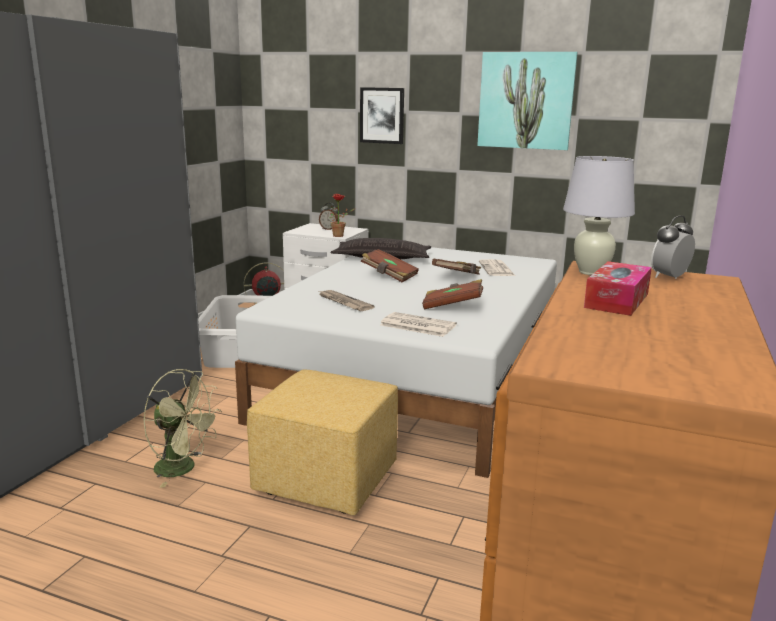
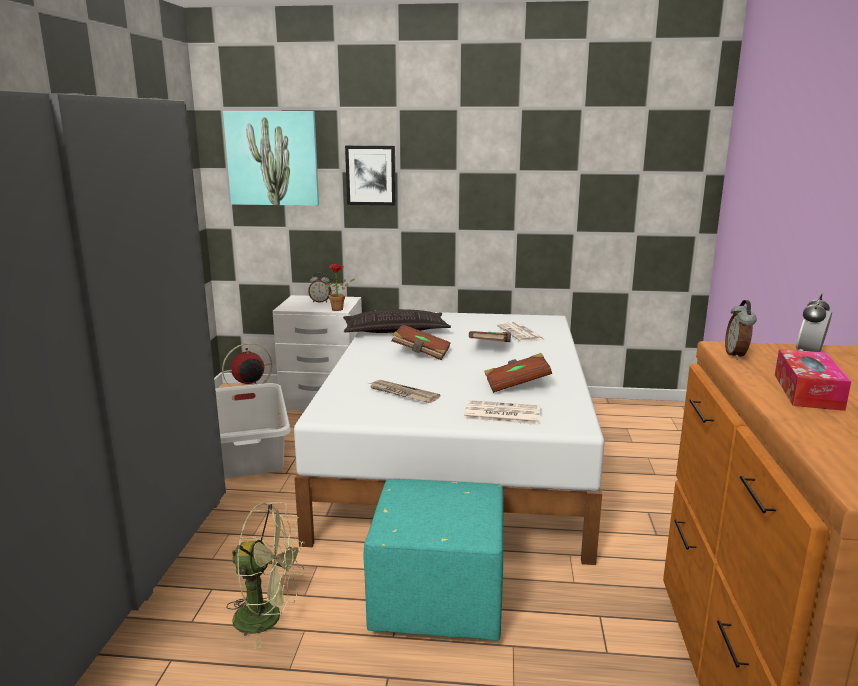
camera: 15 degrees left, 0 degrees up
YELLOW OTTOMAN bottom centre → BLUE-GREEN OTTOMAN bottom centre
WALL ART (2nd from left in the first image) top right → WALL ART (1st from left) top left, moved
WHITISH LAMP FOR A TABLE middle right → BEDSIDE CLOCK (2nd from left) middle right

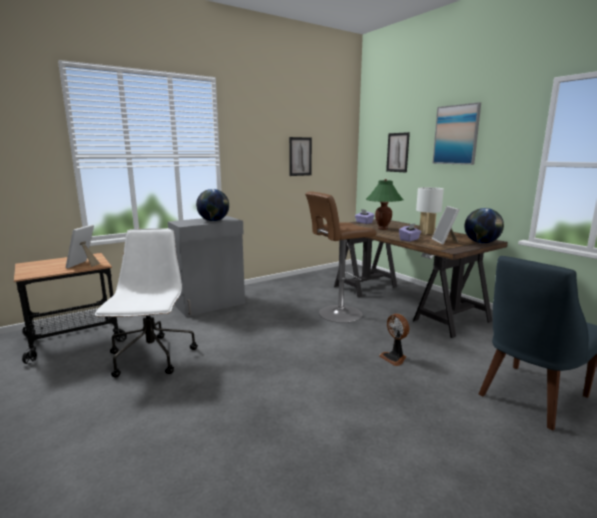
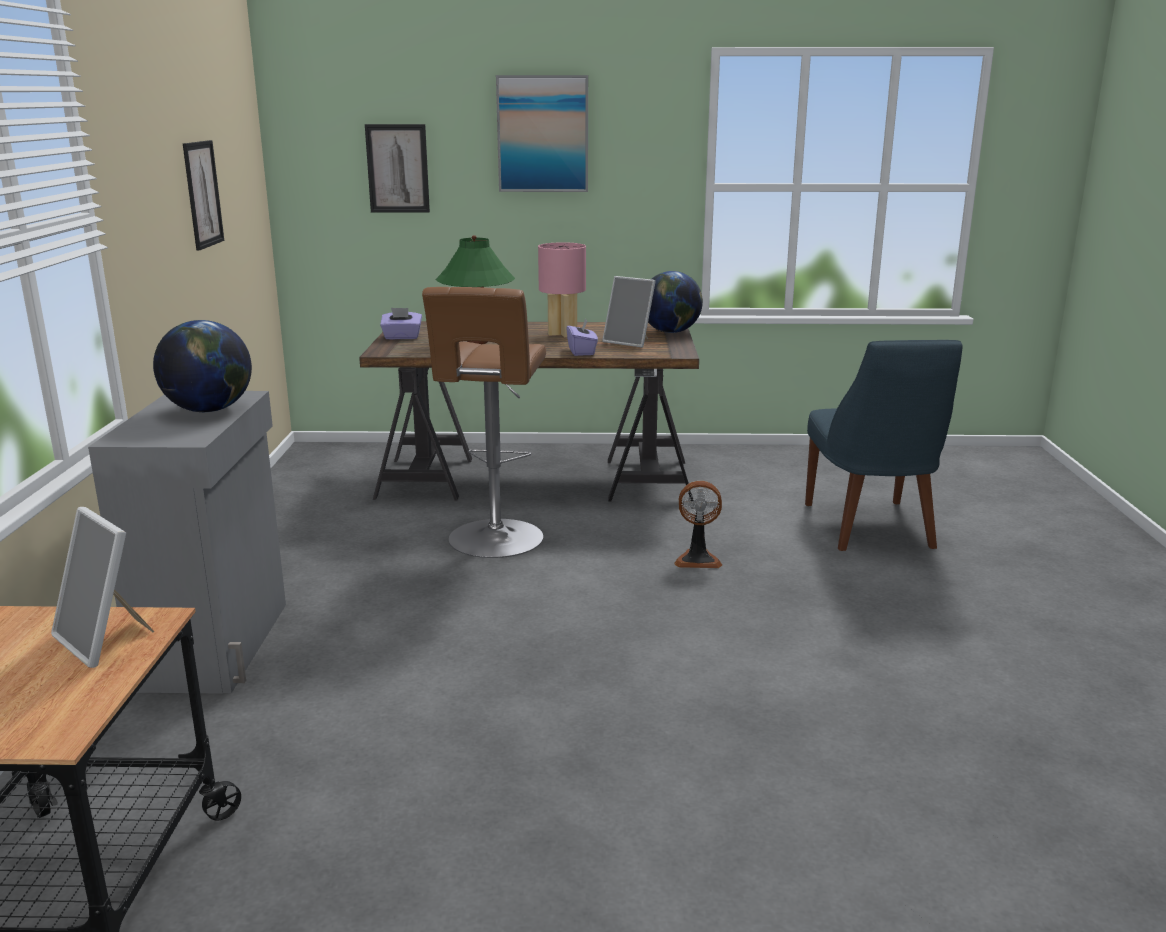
camera: 55 degrees left, 5 degrees up
WHITISH COMPUTER CHAIR middle left → -
WHITISH LAMP FOR A TABLE middle right → PINK LAMP FOR A TABLE top centre

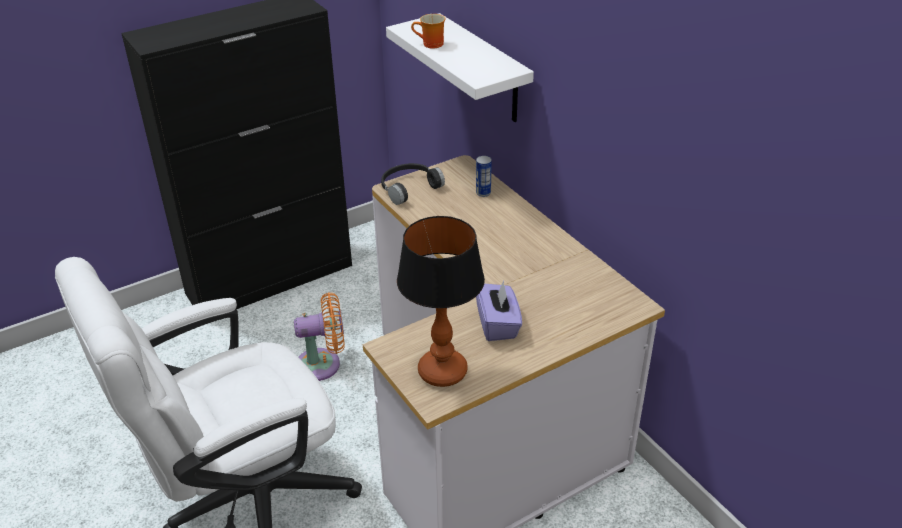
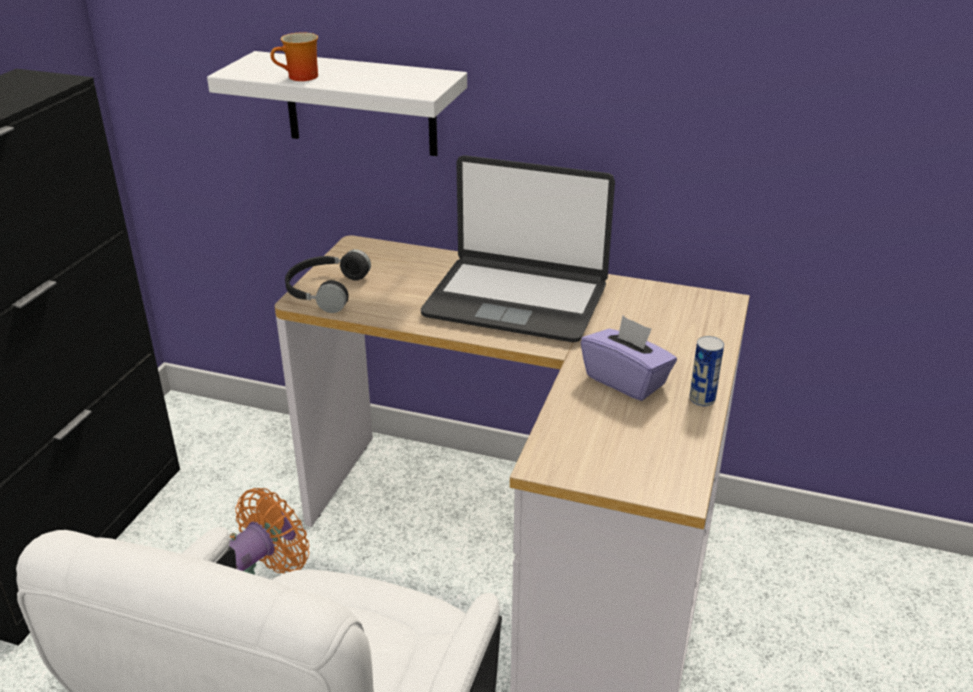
camera: 40 degrees left, 5 degrees down
LAMP FOR A TABLE centre → -
CAN centre → CAN middle right, moved
- → NOTEBOOK COMPUTER centre

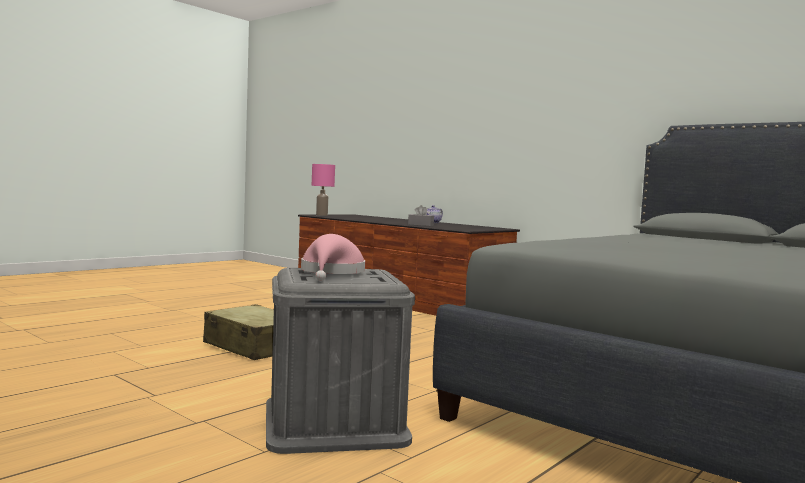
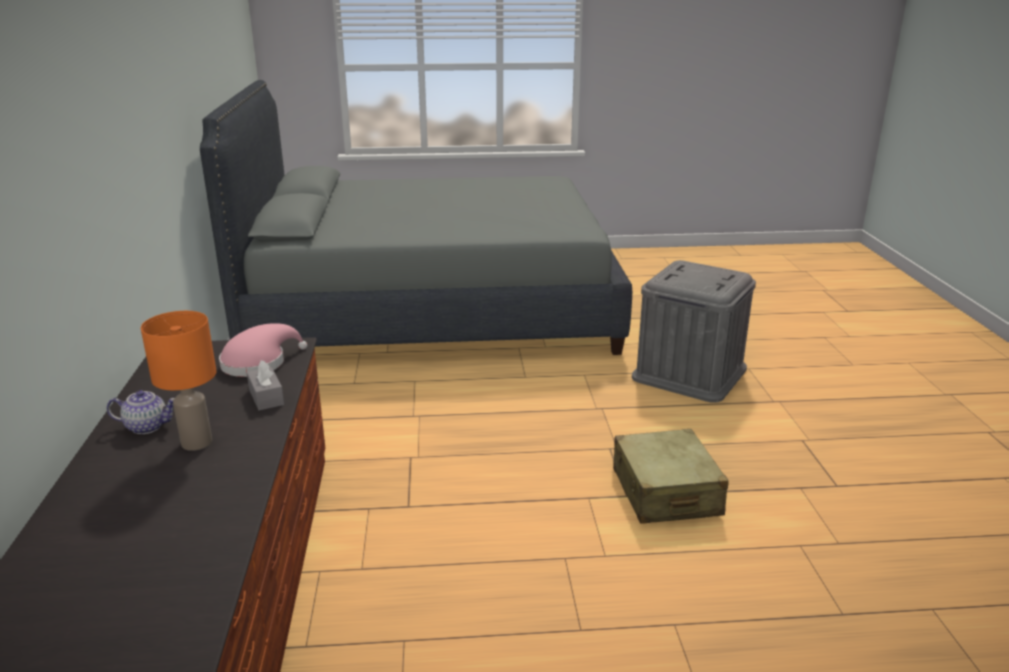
camera: 135 degrees left, 20 degrees up
PINK WEARABLE HAT centre → PINK WEARABLE HAT middle left, moved
PINK LAMP FOR A TABLE centre → -
- → ORANGE LAMP FOR A TABLE middle left

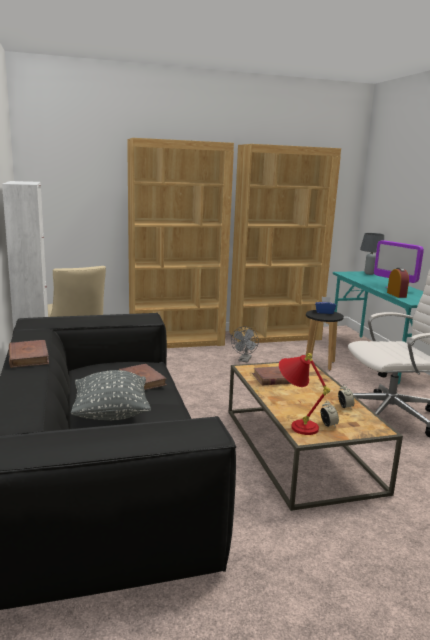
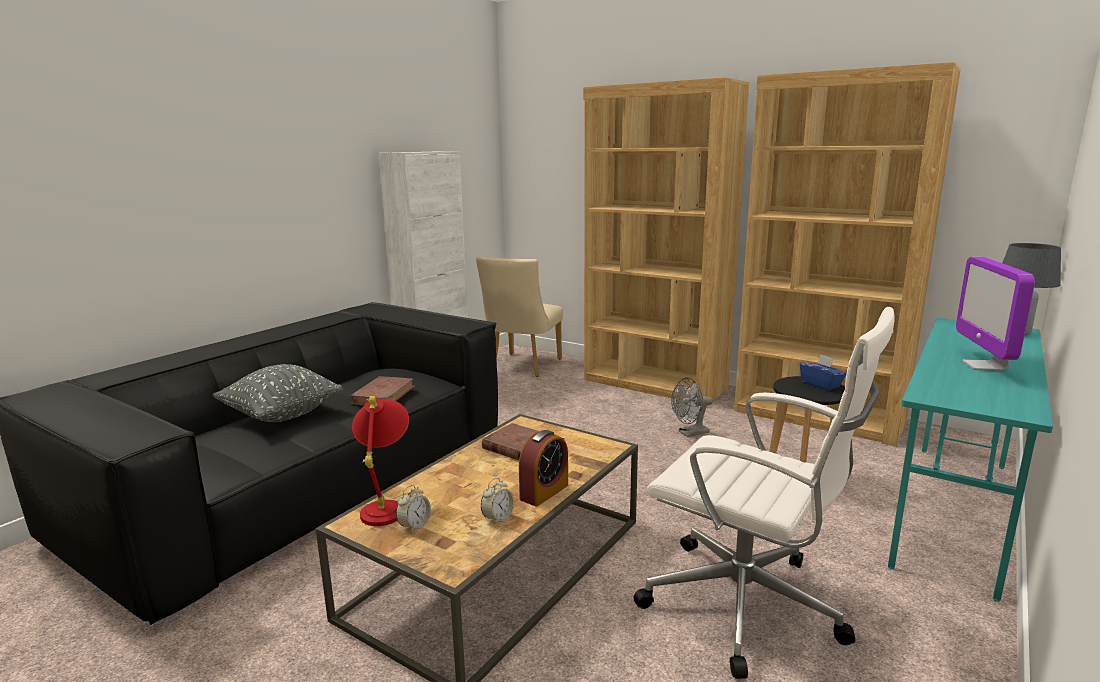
camera: 50 degrees right, 0 degrees up
BROWN-COLOURED BOUND BOOK (1st from left) middle left → -
BEDSIDE CLOCK (3rd from left) middle right → BEDSIDE CLOCK (3rd from left) bottom centre, moved

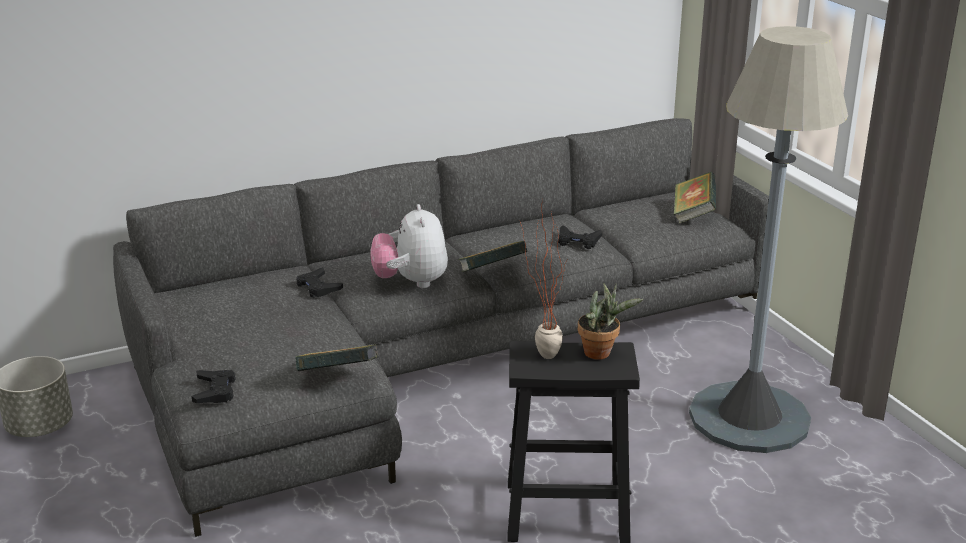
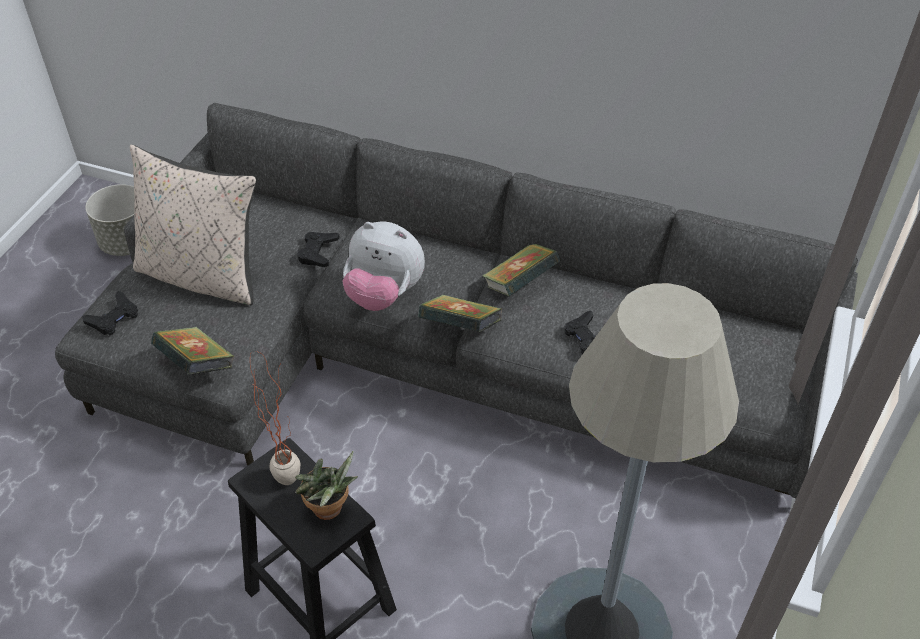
camera: 45 degrees right, 20 degrees up
CUDDLY TOY centre, 105 degrees counterclockwise
BOUND BOOK (3rd from left) middle right → BOUND BOOK (3rd from left) centre, moved
- → BEIGE-COLOURED THROW PILLOW middle left

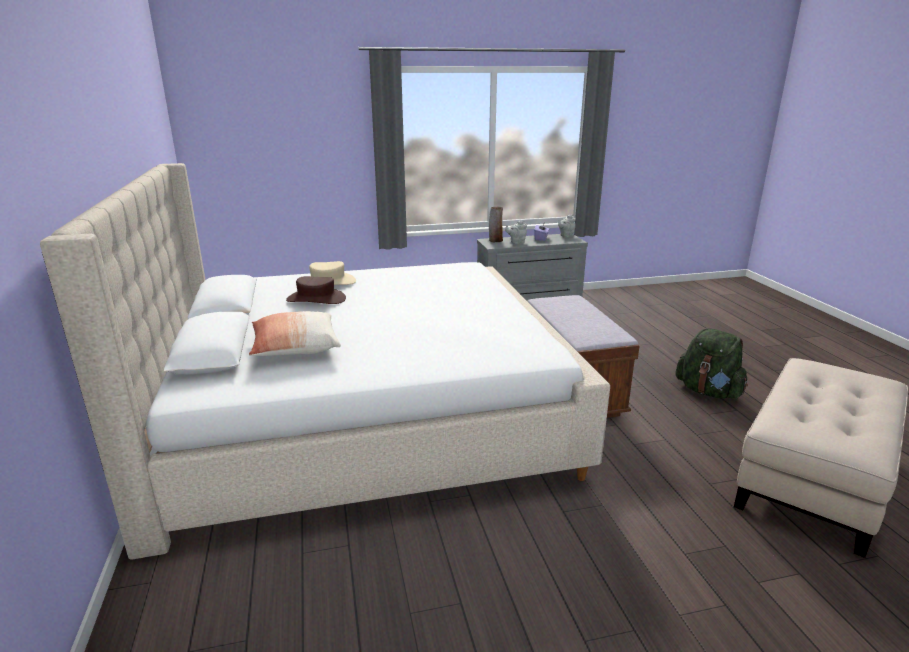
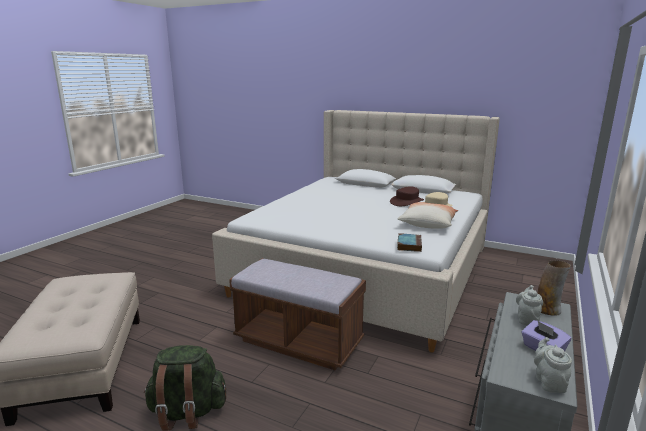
camera: 130 degrees right, 5 degrees down
THROW PILLOW middle left → THROW PILLOW centre, moved
- → BOUND BOOK centre

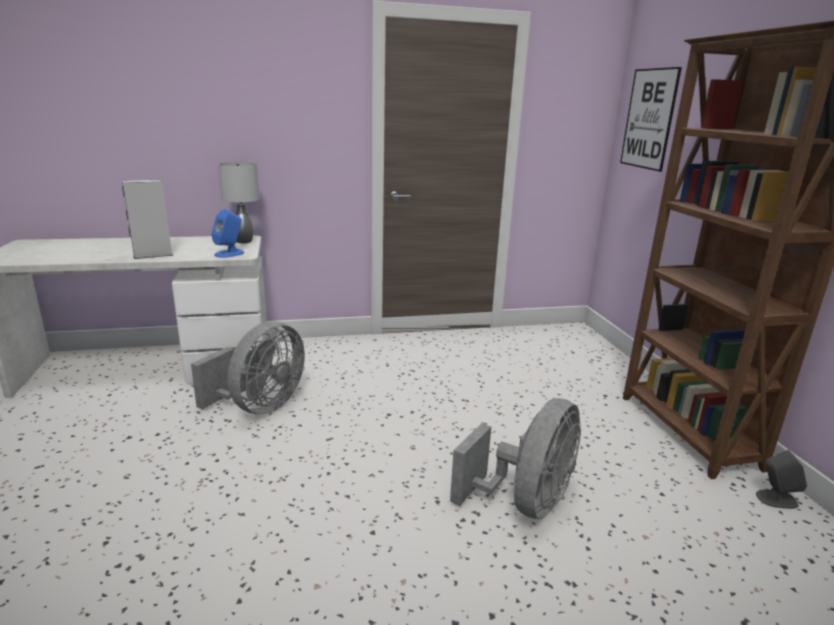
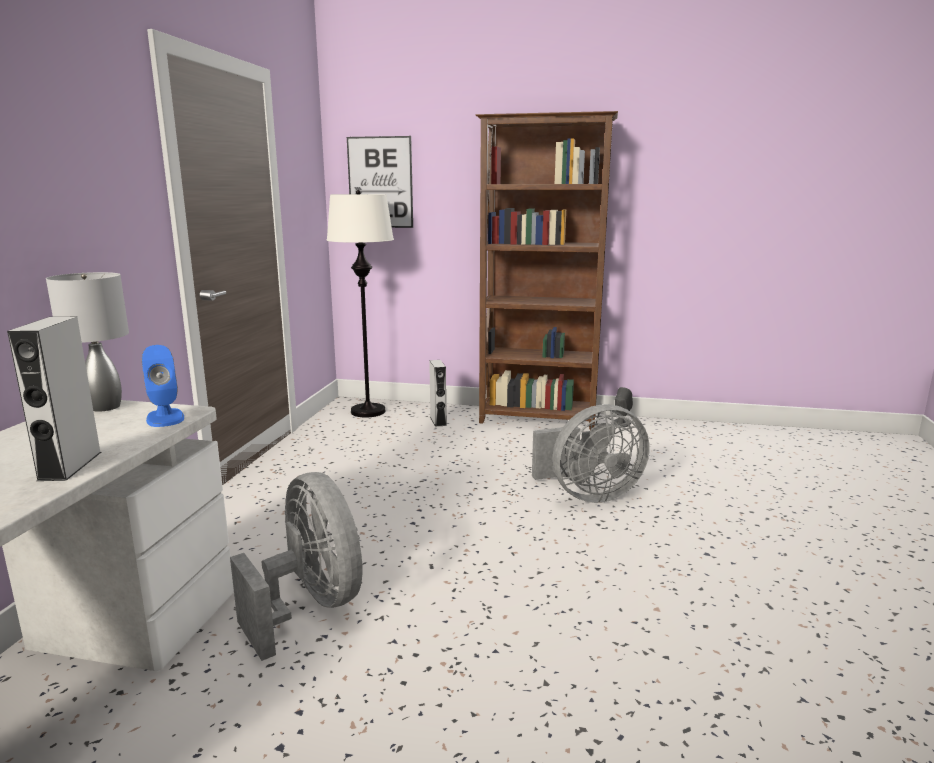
camera: 65 degrees left, 5 degrees down
GREYISH COOLING FAN (2nd from left) bottom centre → GREYISH COOLING FAN (2nd from left) centre, 105 degrees clockwise
- → WHITISH STANDING LAMP centre
- → GREYISH SPEAKER (2nd from left) centre

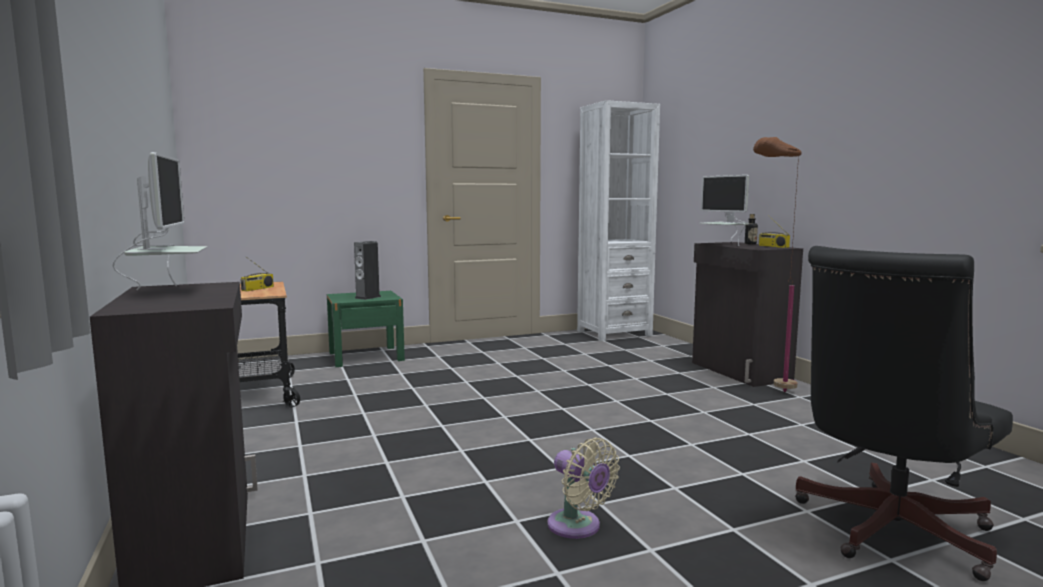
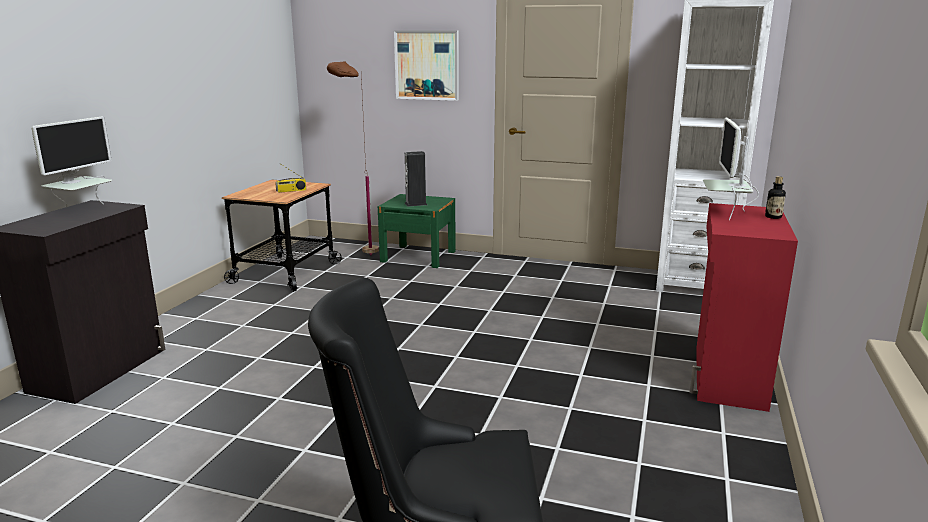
camera: 40 degrees right, 10 degrees up
BEIGE-COLOURED COOLING FAN bottom centre → -
BLACK-COLOURED CUPBOARD (2nd from left) middle right → RED-COLOURED CUPBOARD middle right
BROWN-COLOURED STANDING LAMP middle right → BROWN-COLOURED STANDING LAMP top centre, moved
RADIO RECEIVER (2nd from left) middle right → -
- → WALL ART top centre

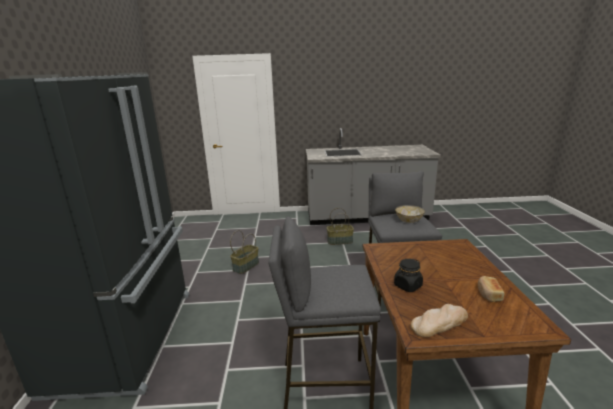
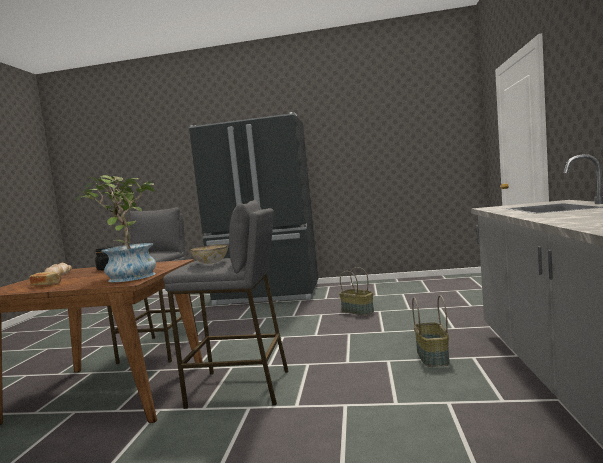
camera: 100 degrees right, 15 degrees down
- → PLANT IN A POT middle left

